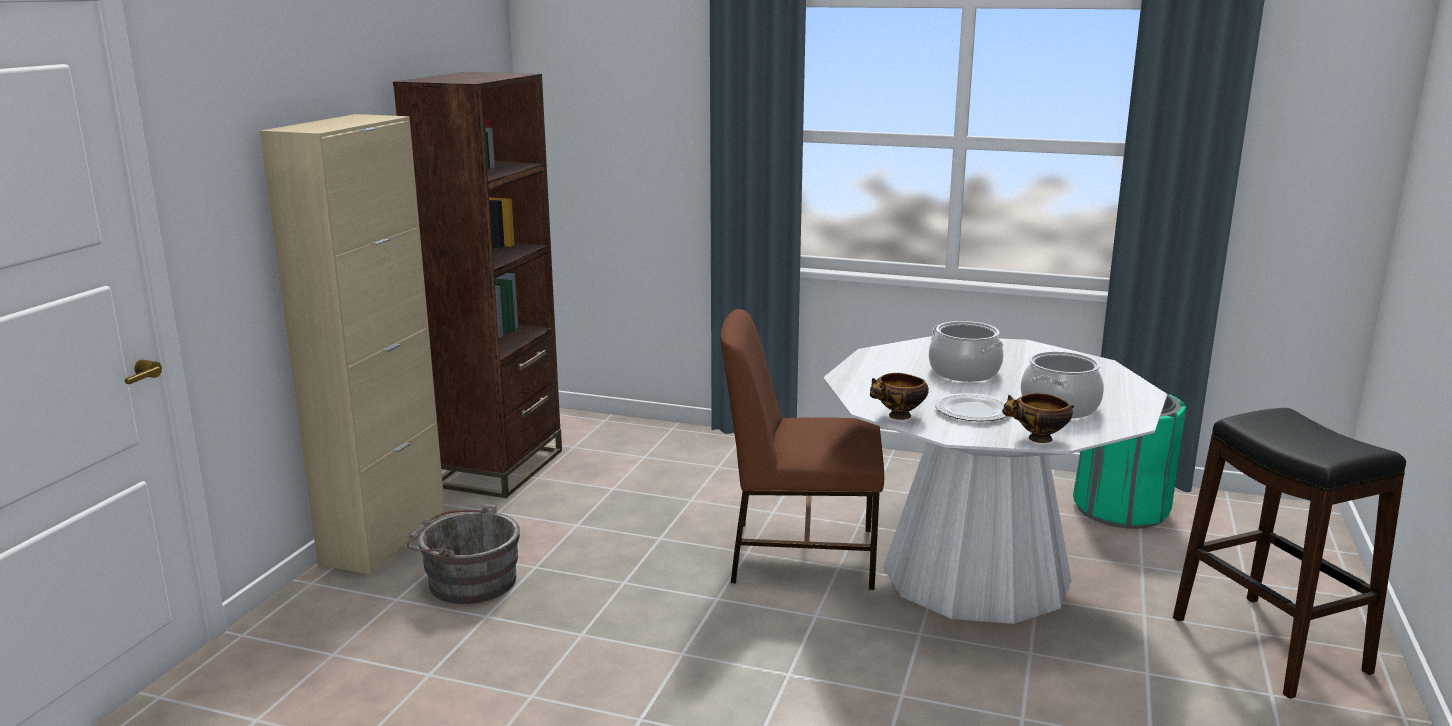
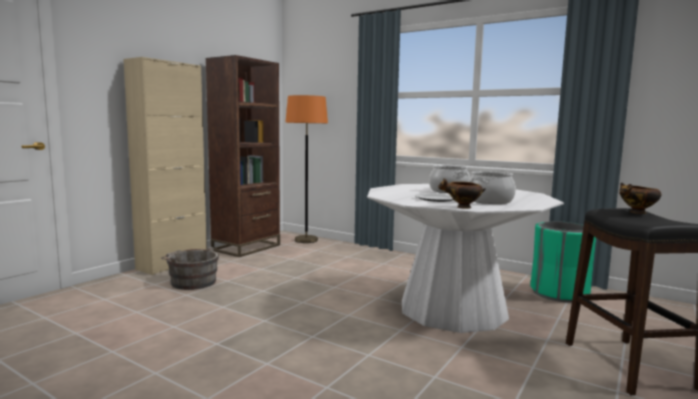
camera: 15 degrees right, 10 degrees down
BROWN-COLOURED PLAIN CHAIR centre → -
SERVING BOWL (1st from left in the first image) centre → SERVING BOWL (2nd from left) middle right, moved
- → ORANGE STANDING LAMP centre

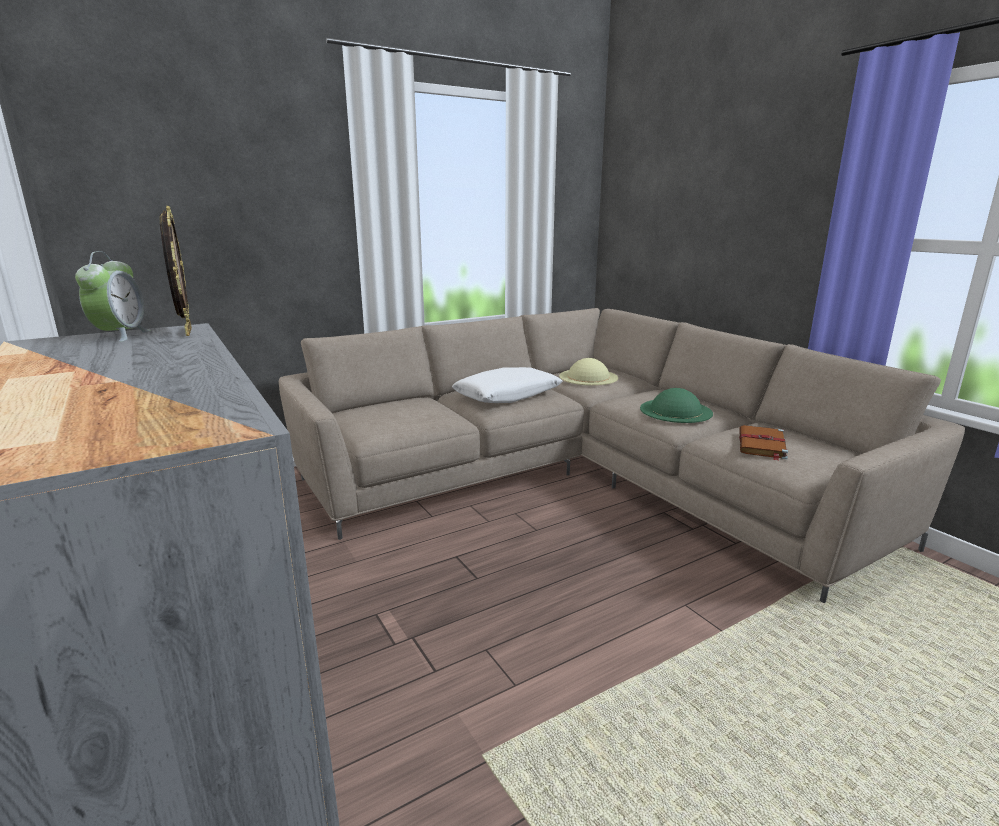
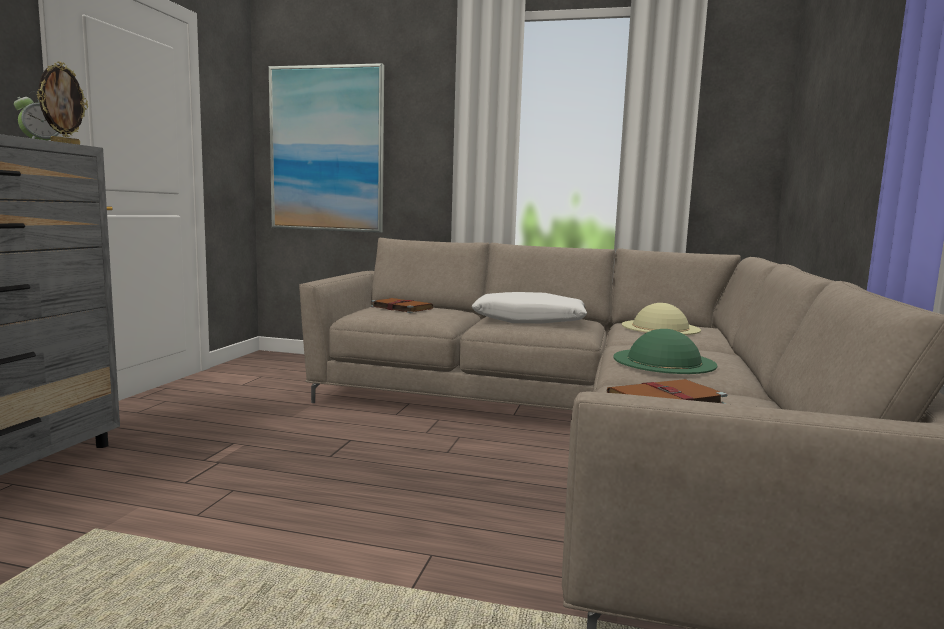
camera: 45 degrees right, 10 degrees down
- → WALL ART top centre
- → BROWN-COLOURED BOUND BOOK (1st from left) centre

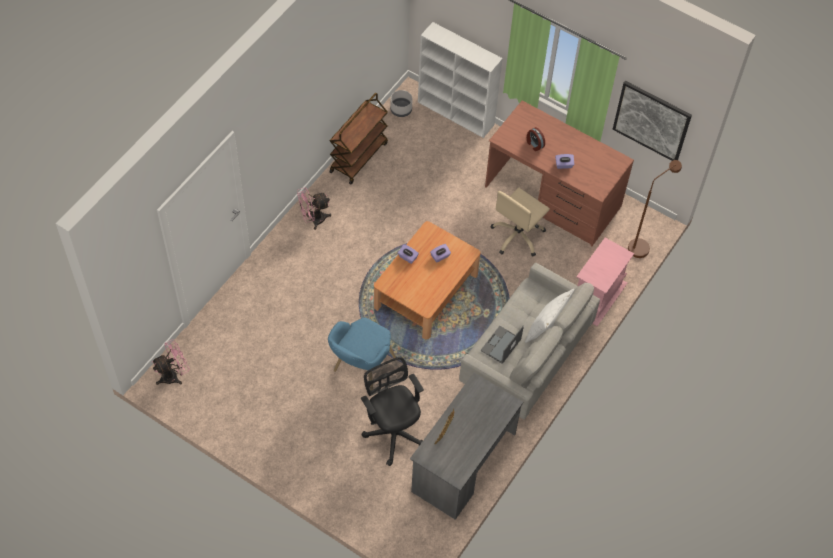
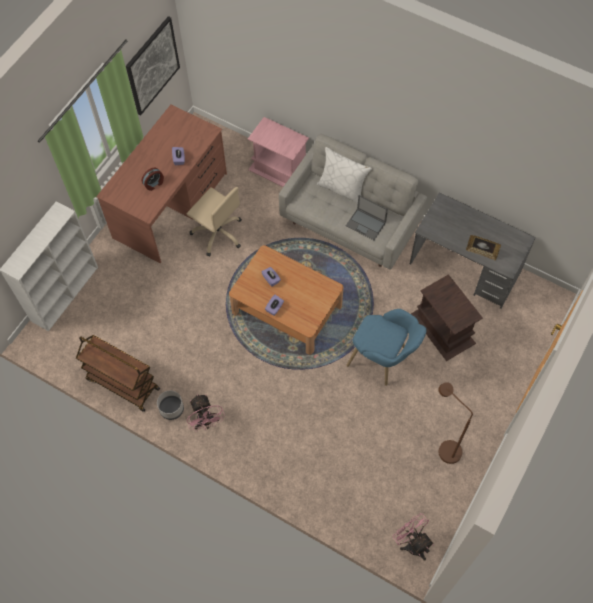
camera: 90 degrees left, 5 degrees up
BLACK-COLOURED COMPUTER CHAIR bottom centre → BROWN-COLOURED END TABLE middle right
GREYISH PLANTER top centre → GREYISH PLANTER bottom left, moved
BROWN-COLOURED STANDING LAMP middle right → BROWN-COLOURED STANDING LAMP bottom right, moved

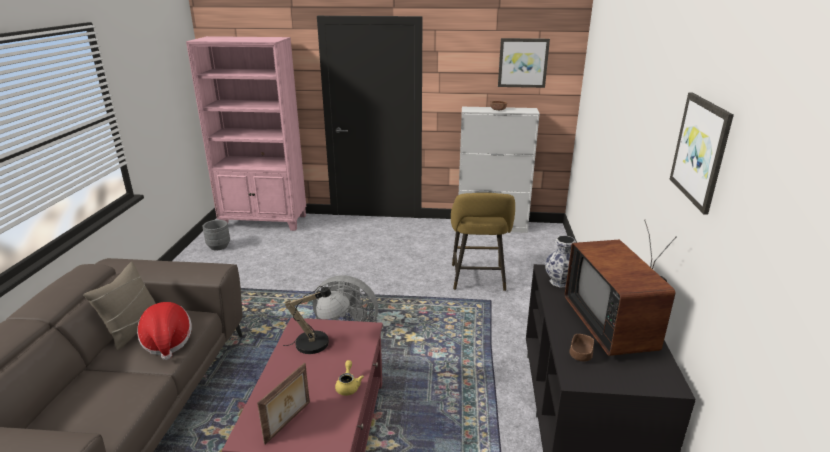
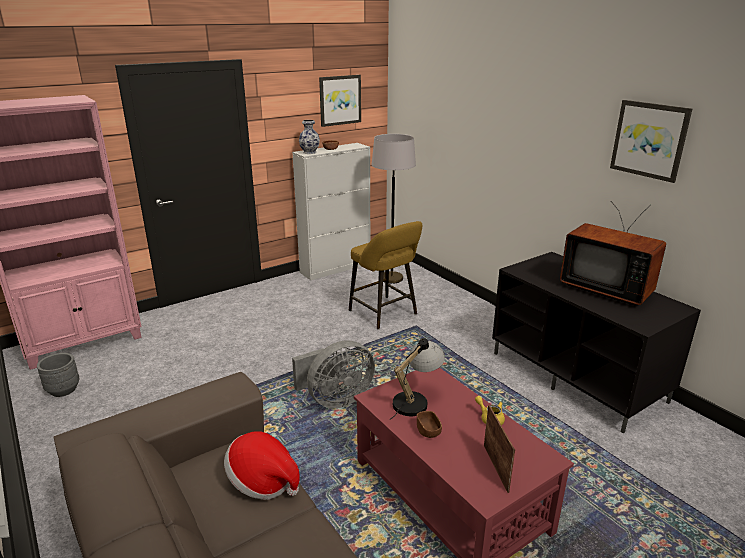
camera: 40 degrees left, 0 degrees up
BEIGE-COLOURED THROW PILLOW bottom left → -
VASE middle right → VASE top centre, moved
BROWN-COLOURED SERVING BOWL (2nd from left) bottom right → BROWN-COLOURED SERVING BOWL (2nd from left) bottom centre, moved
- → GREYISH STANDING LAMP centre

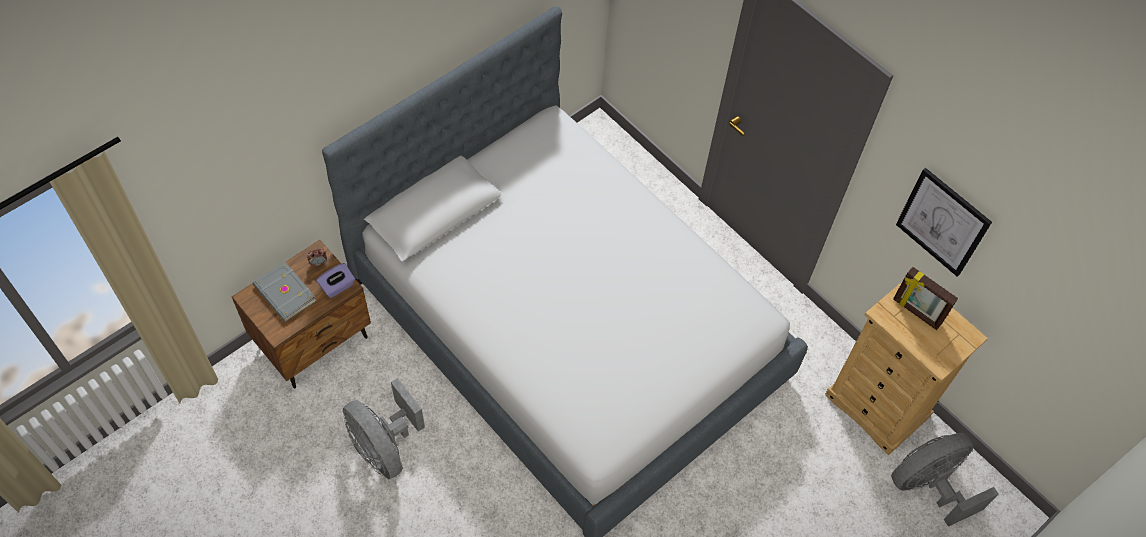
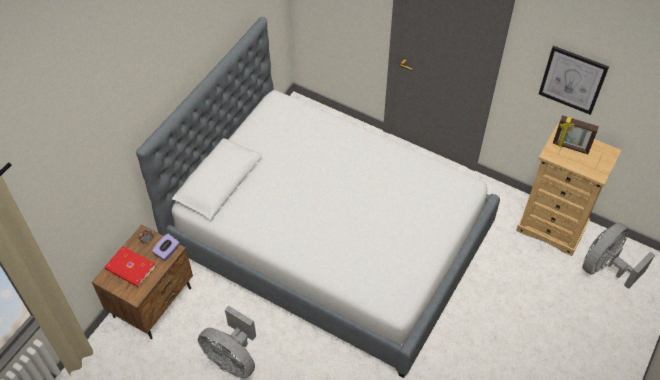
camera: 15 degrees left, 5 degrees down
GREYISH BOUND BOOK middle left → RED-COLOURED BOUND BOOK bottom left

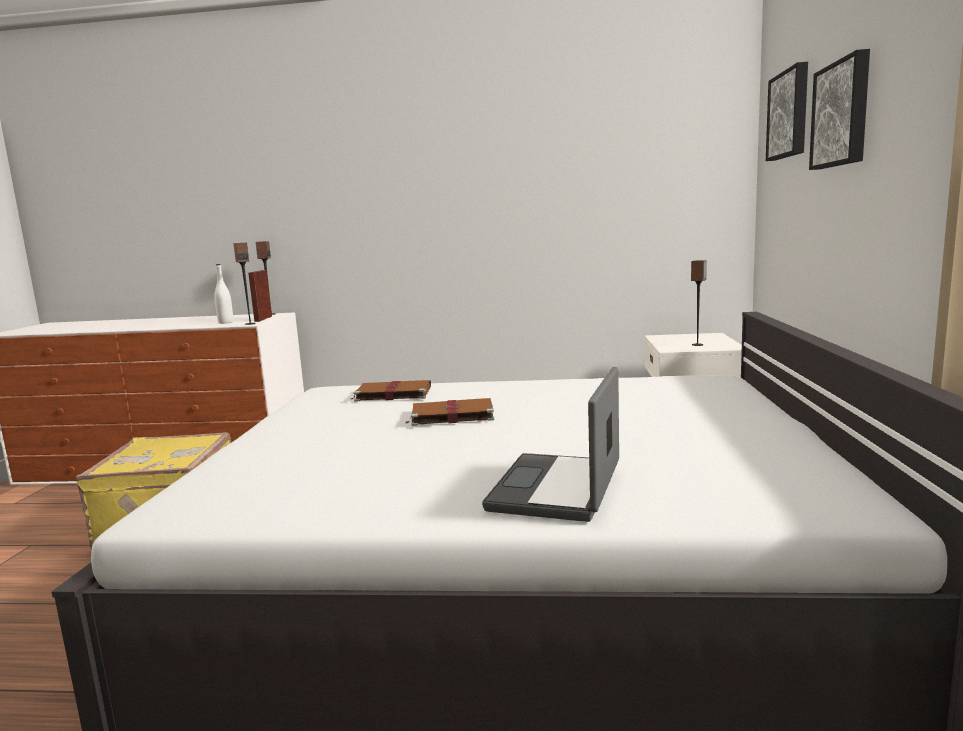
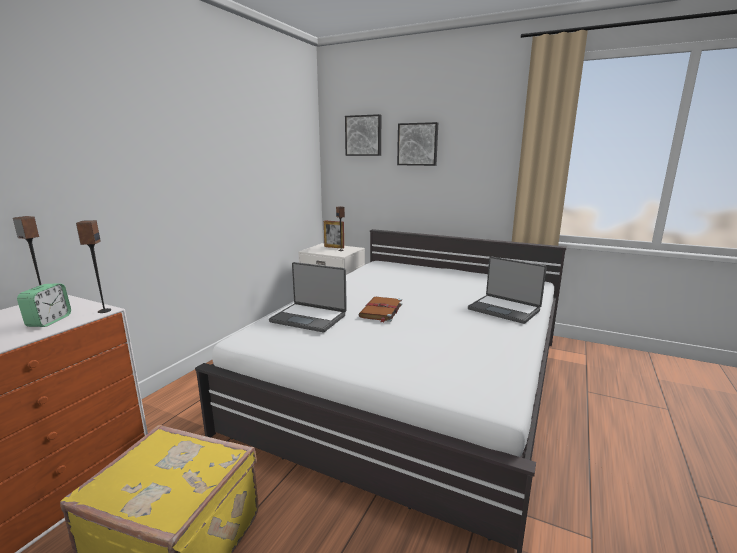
camera: 70 degrees left, 5 degrees up
WHITISH BOTTLE middle left → BEDSIDE CLOCK middle left
STANDING FRAME middle left → STANDING FRAME centre, moved
BROWN-COLOURED BOUND BOOK (1st from left) centre → NOTEBOOK COMPUTER (1st from left) centre

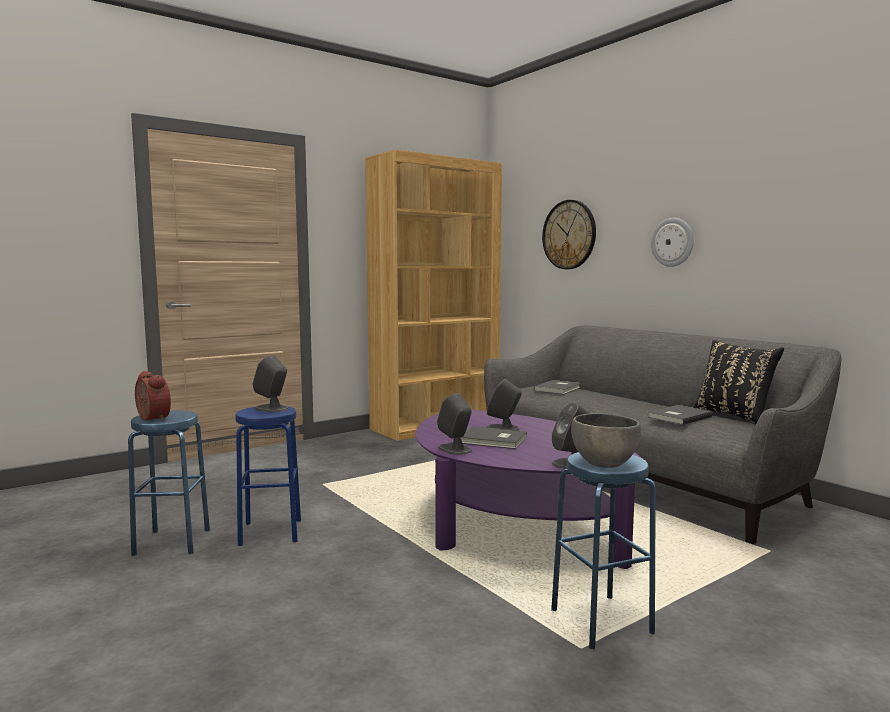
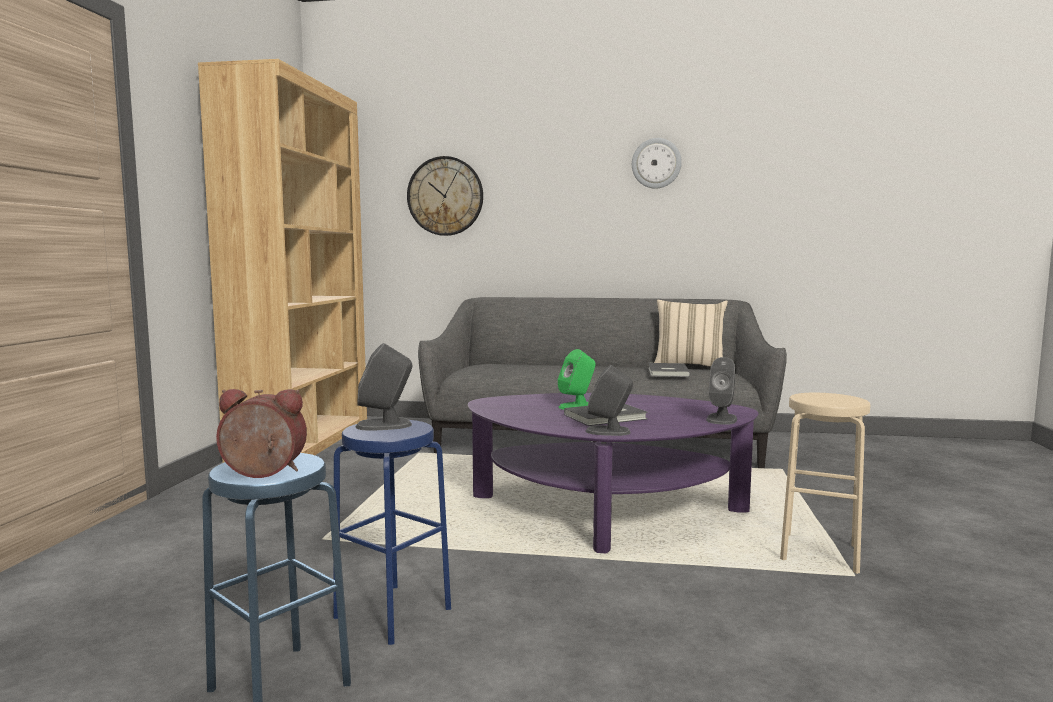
camera: 45 degrees left, 0 degrees up
GREYISH SPEAKER (3rd from left) centre → GREEN SPEAKER centre
GREYISH BOUND BOOK (2nd from left) centre → -
BLUE STOOL SEAT (3rd from left) bottom right → BEIGE-COLOURED STOOL SEAT bottom right
GREYISH SERVING BOWL middle right → -
WALL CLOCK (2nd from left) middle right → WALL CLOCK (2nd from left) top centre, moved
BLACK-COLOURED THROW PILLOW middle right → BEIGE-COLOURED THROW PILLOW centre

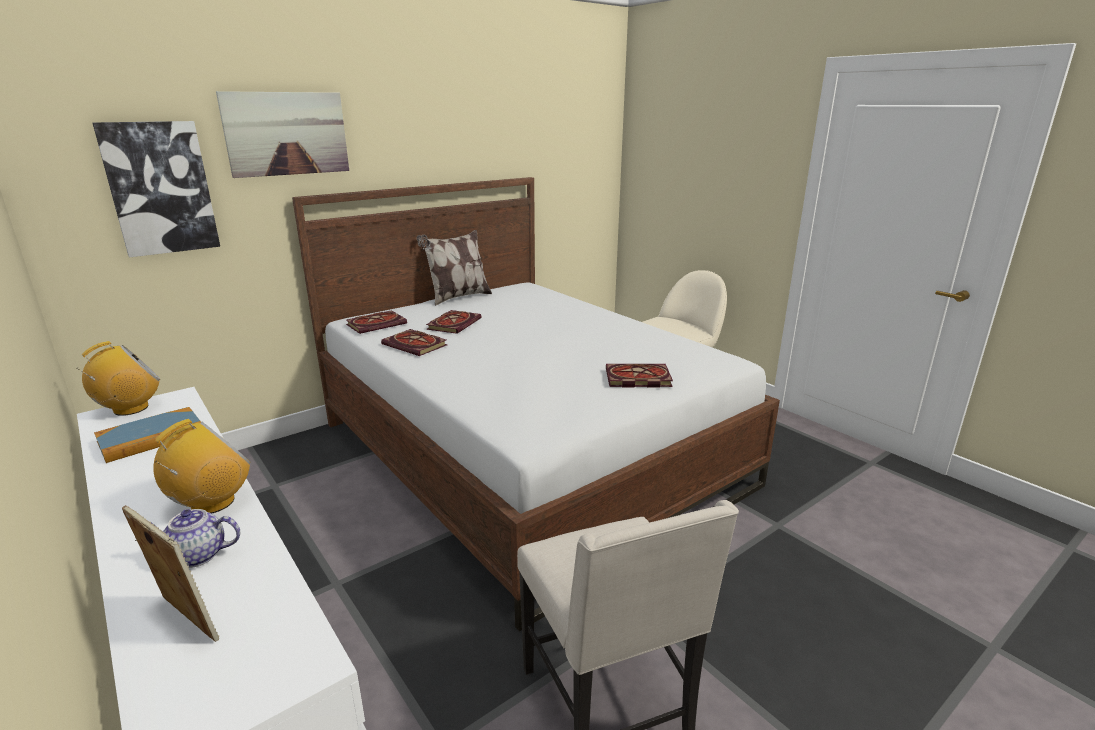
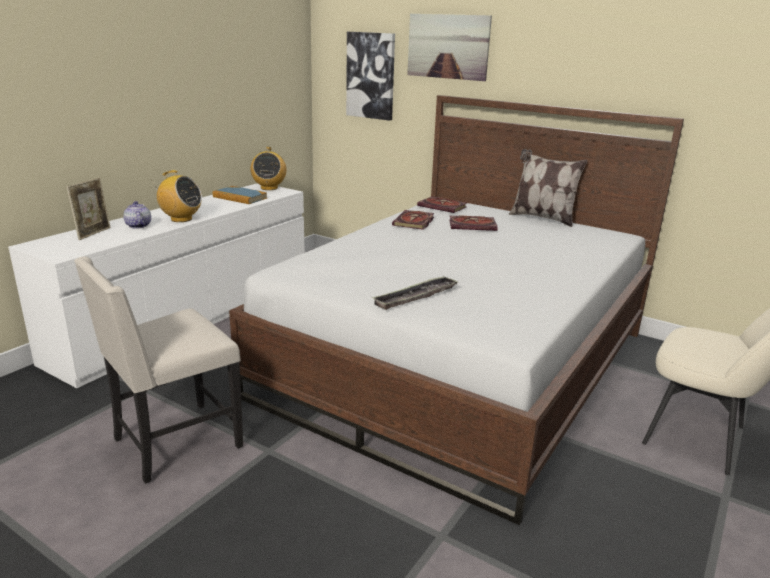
camera: 70 degrees right, 0 degrees up
RADIO RECEIVER (1st from left in the first image) middle left → RADIO RECEIVER (2nd from left) top centre, 60 degrees clockwise
BOUND BOOK (5th from left) centre → SERVING TRAY centre

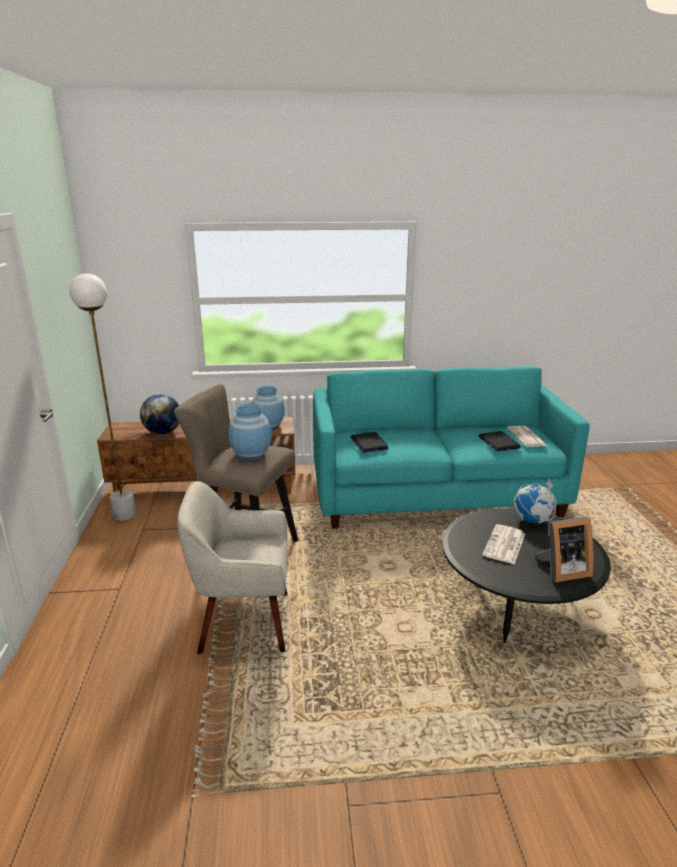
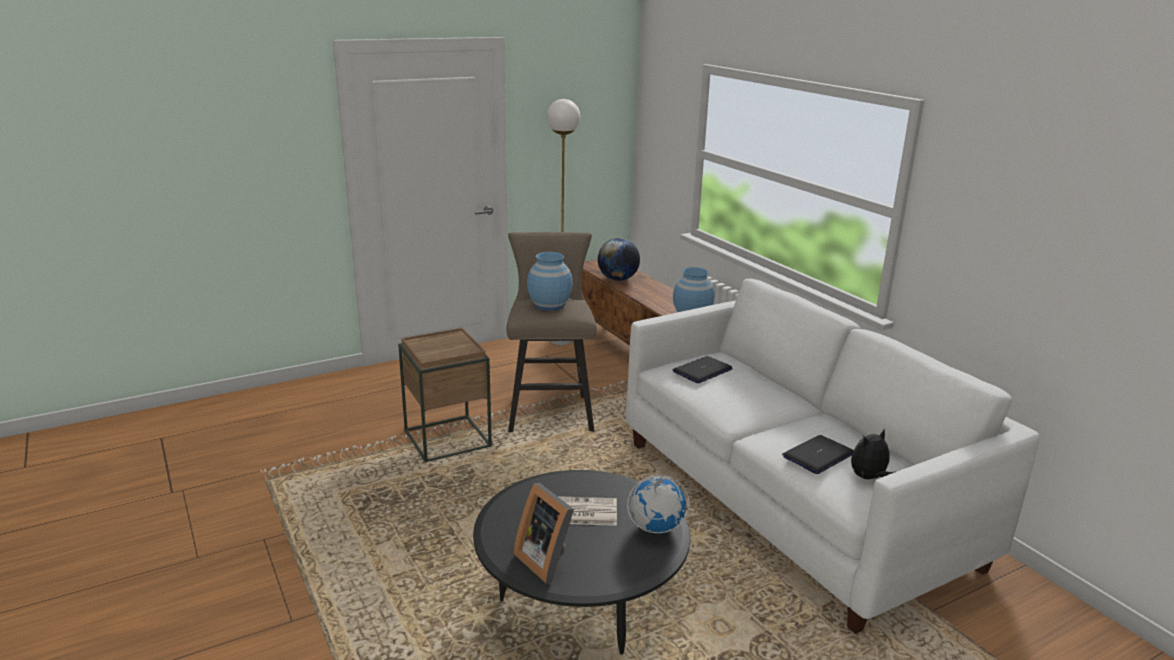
camera: 65 degrees right, 0 degrees up
BEIGE-COLOURED LOUNGE CHAIR centre → BROWN-COLOURED END TABLE centre
BLUE-GREEN SOFA centre → WHITISH SOFA bottom right
PRINTED PAPER (2nd from left) middle right → CUDDLY TOY bottom right

